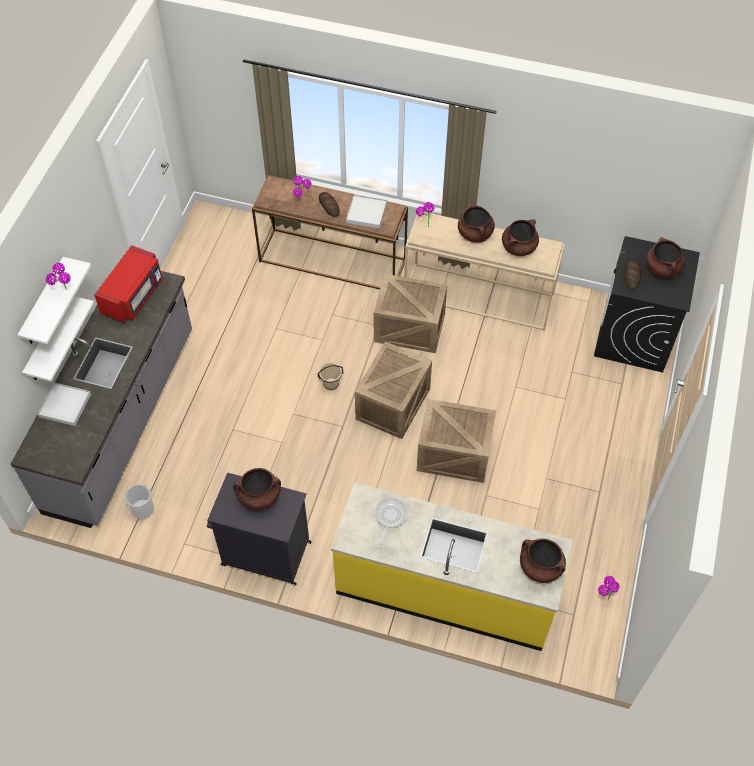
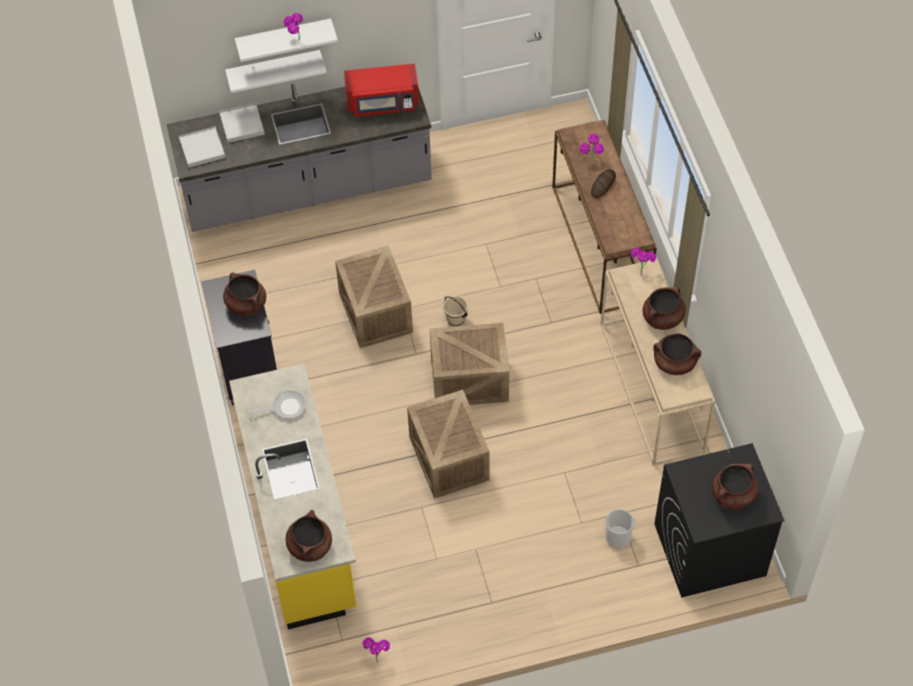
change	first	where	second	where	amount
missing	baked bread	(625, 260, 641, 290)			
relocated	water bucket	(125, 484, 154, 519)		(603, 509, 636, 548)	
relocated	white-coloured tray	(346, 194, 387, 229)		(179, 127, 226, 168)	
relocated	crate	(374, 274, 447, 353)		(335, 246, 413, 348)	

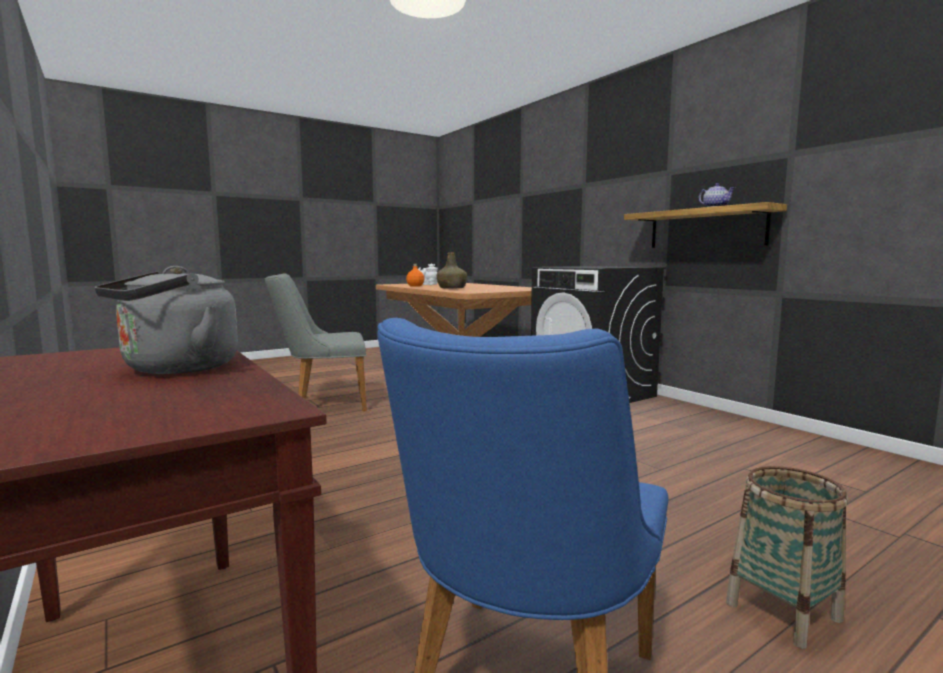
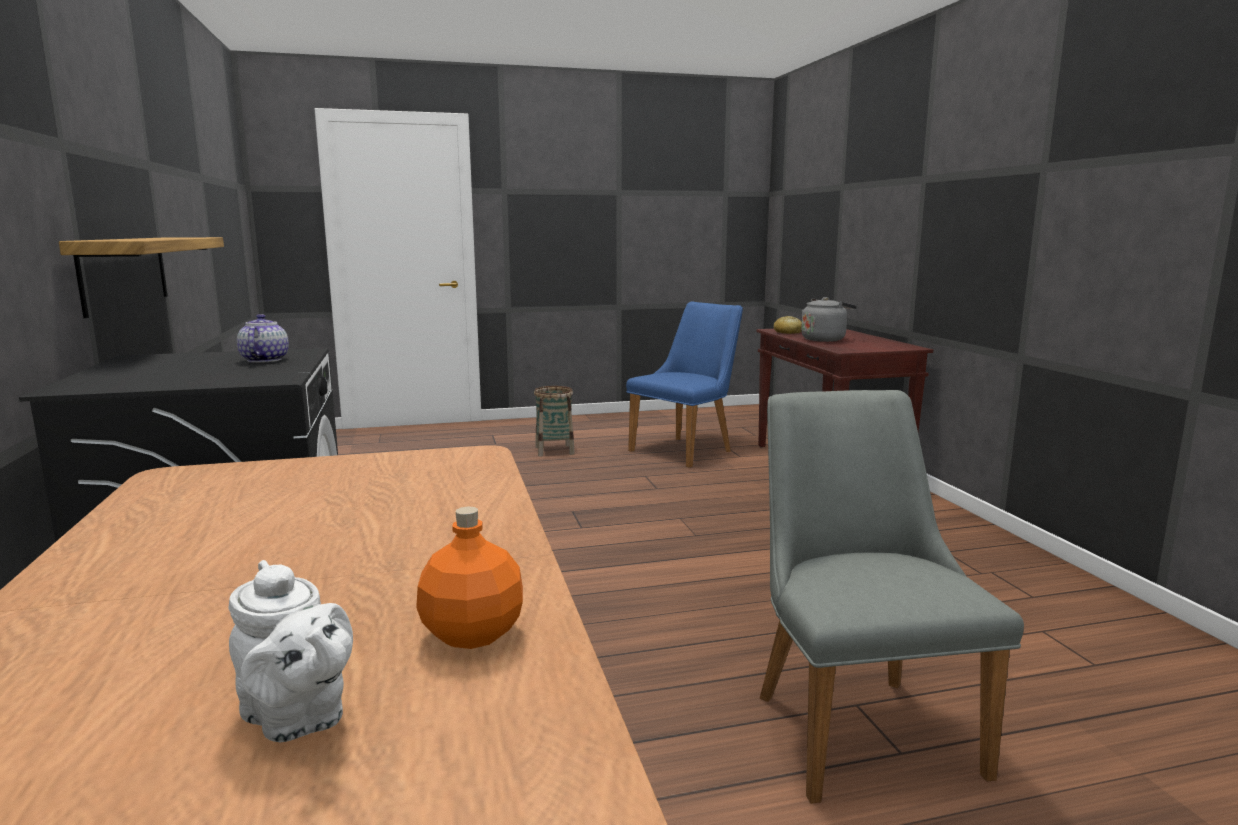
change	first	where	second	where	amount
missing	greenish drink bottle	(437, 252, 467, 289)			
appeared			baked bread	(773, 316, 802, 334)	
relocated	tea pot	(699, 183, 735, 207)		(237, 314, 289, 363)	
spun	greyish plain chair	(265, 274, 367, 411)		(759, 390, 1024, 804)	105 degrees counterclockwise

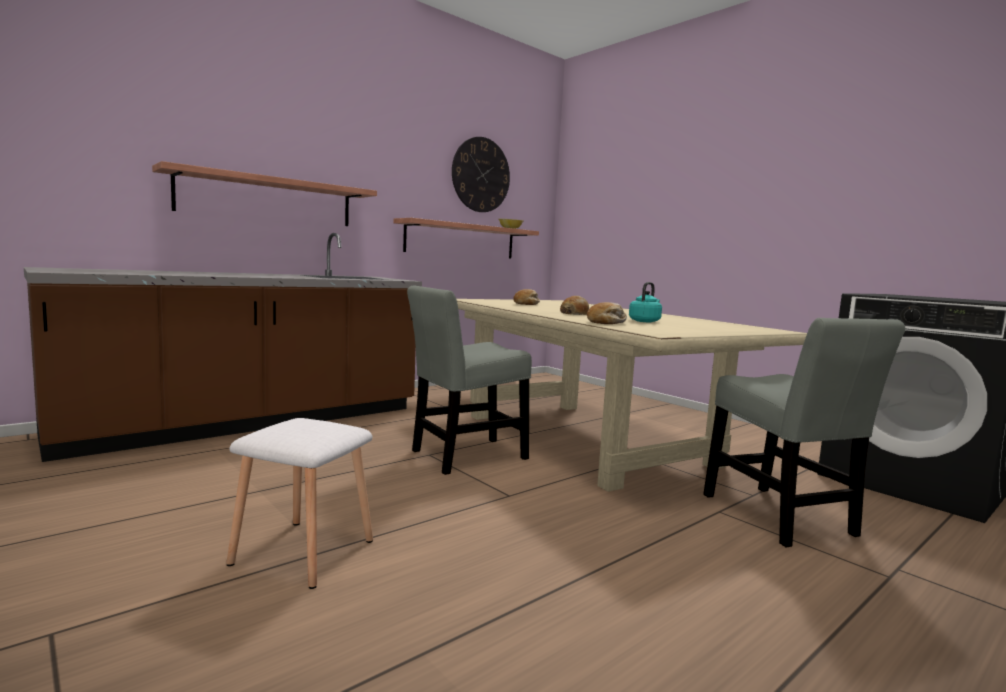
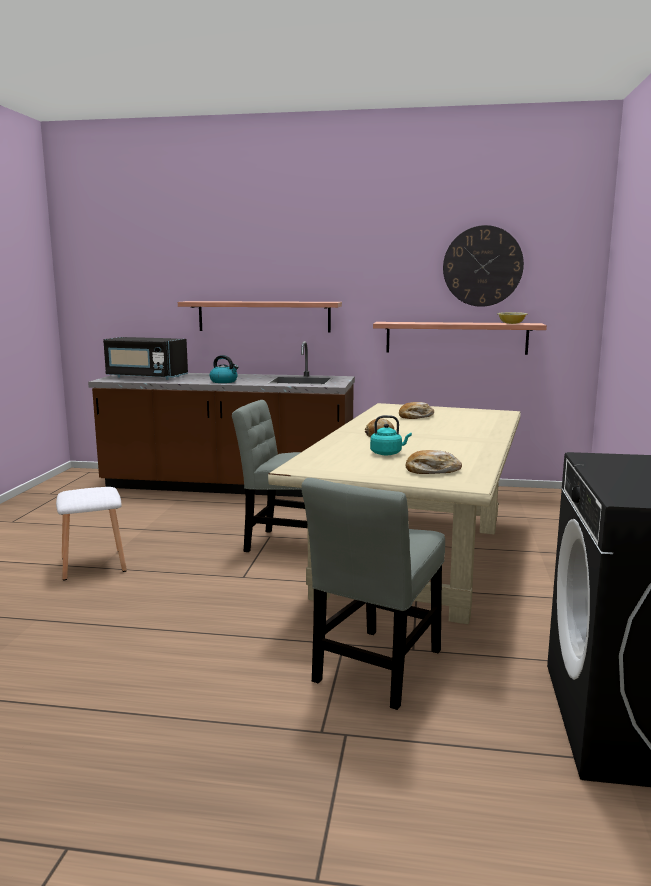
change	first	where	second	where	amount
appeared			black kitchen microwave	(103, 337, 188, 380)	
appeared			tea kettle	(210, 355, 239, 383)	
relocated	baked bread	(587, 302, 627, 324)		(406, 450, 462, 474)	

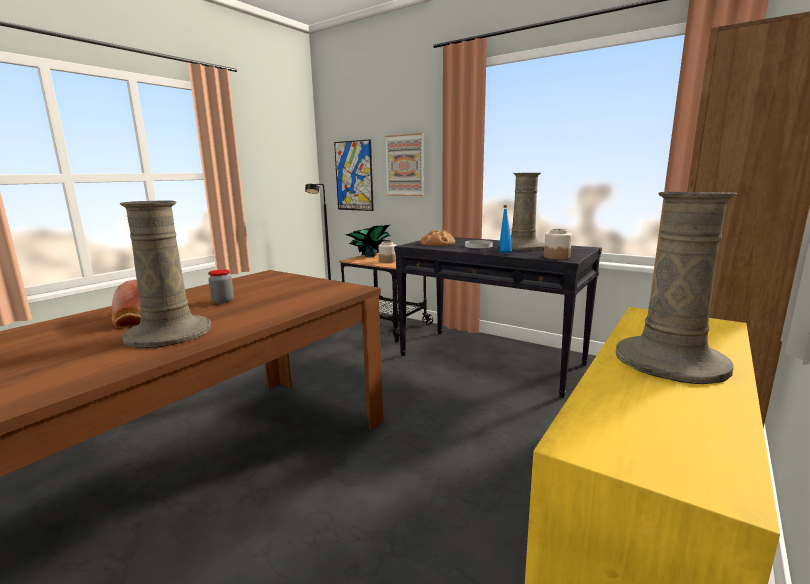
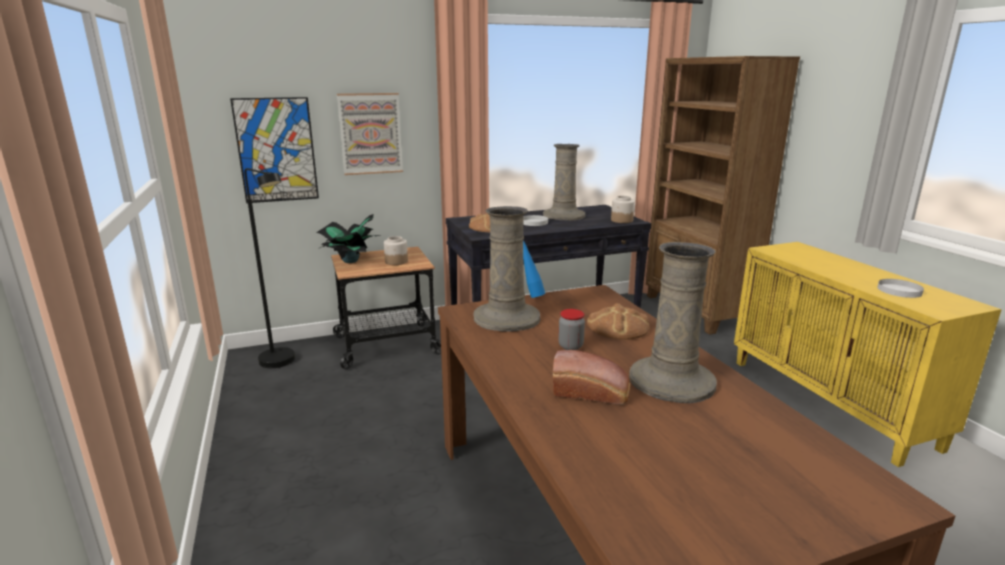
change	first	where	second	where	amount
appeared			baked bread	(587, 303, 650, 340)	
appeared			white-coloured dinner plate	(877, 279, 924, 298)	
relocated	bluish drink bottle	(500, 205, 512, 253)		(523, 241, 545, 298)	
relocated	sand-coloured decorative vase	(615, 192, 737, 384)		(474, 206, 540, 332)	

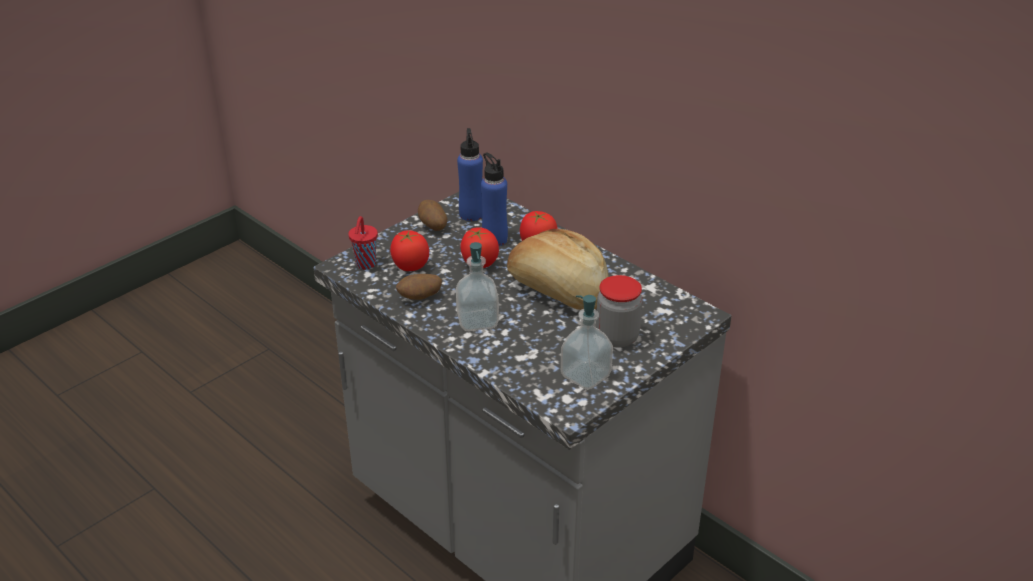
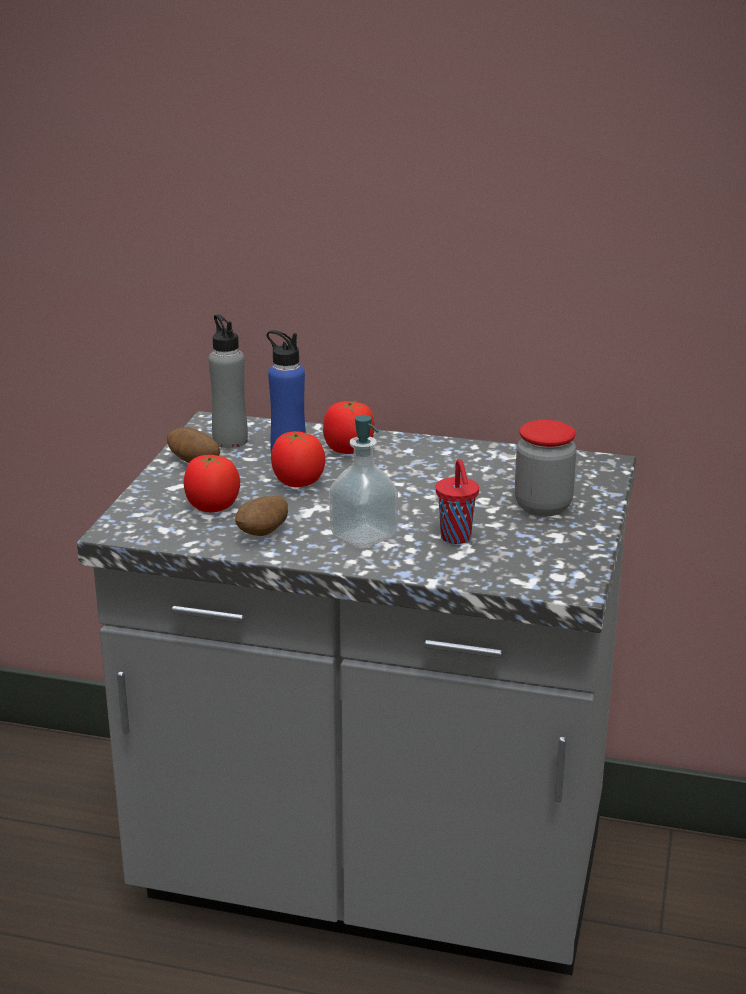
change	first	where	second	where	amount
missing	baked bread	(507, 229, 609, 310)			
missing	soap dispenser	(561, 295, 613, 390)			
relocated	reddish cup	(348, 216, 378, 270)		(436, 459, 479, 544)	
colour	bluish drink bottle	(457, 128, 483, 221)	greyish drink bottle	(209, 314, 248, 448)	

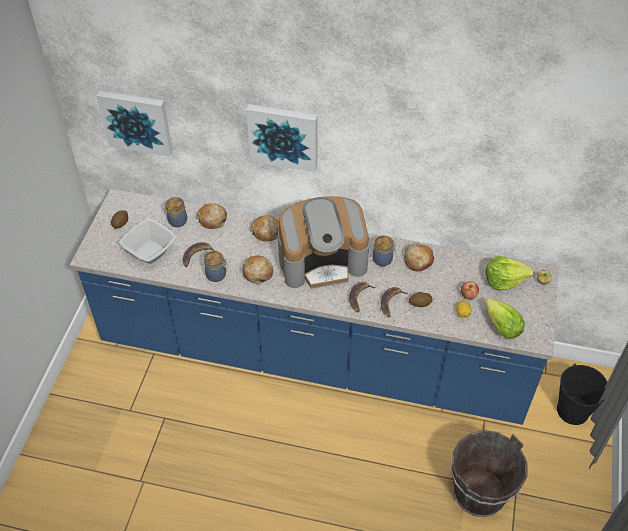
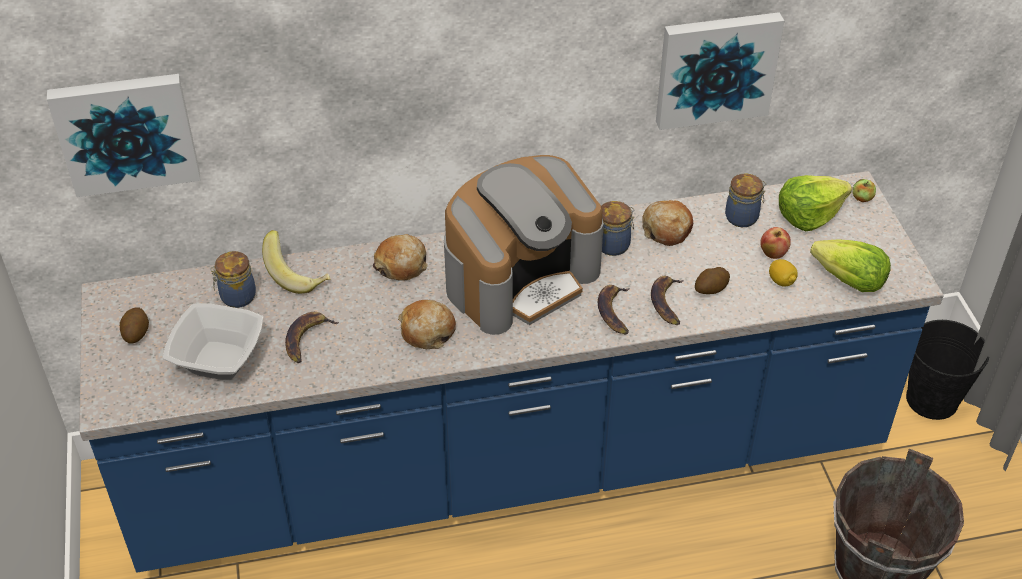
change	first	where	second	where	amount
relocated	storage jar	(204, 251, 228, 282)		(725, 173, 766, 227)	
relocated	picture	(246, 104, 318, 172)		(656, 12, 784, 130)	
exchanged	baked bread	(196, 203, 227, 229)	banana fruit	(262, 230, 331, 294)	

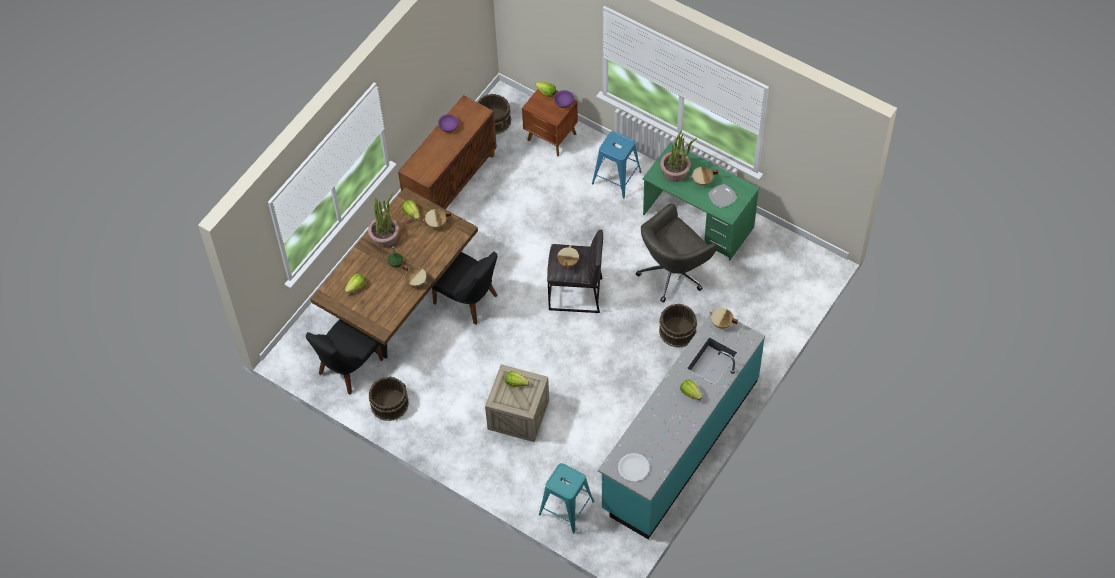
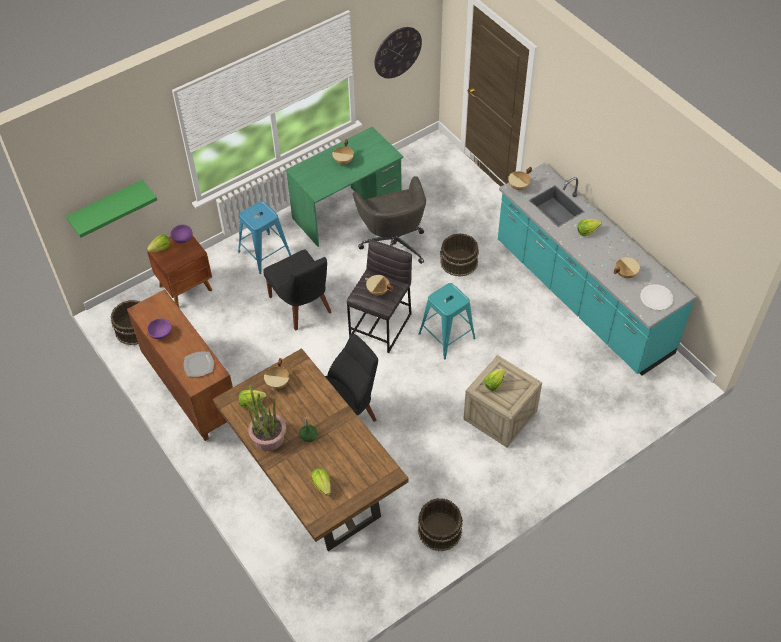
change	first	where	second	where	amount
missing	plant in a pot	(660, 131, 697, 182)			
appeared			greenish bracket shelf	(66, 180, 157, 238)	
appeared			hanging clock	(374, 27, 422, 78)	
relocated	black plain chair	(306, 319, 383, 395)		(263, 249, 332, 331)	
relocated	sand-coloured stockpot	(402, 265, 426, 287)		(614, 257, 640, 278)	
relocated	turquoise-coloured sitting stool	(539, 463, 594, 533)		(419, 283, 476, 359)	
relocated	dinner plate	(708, 184, 737, 208)		(184, 352, 214, 377)	

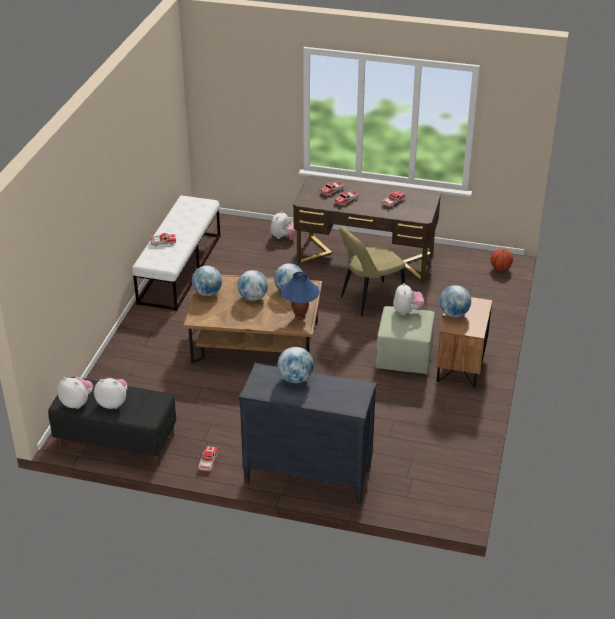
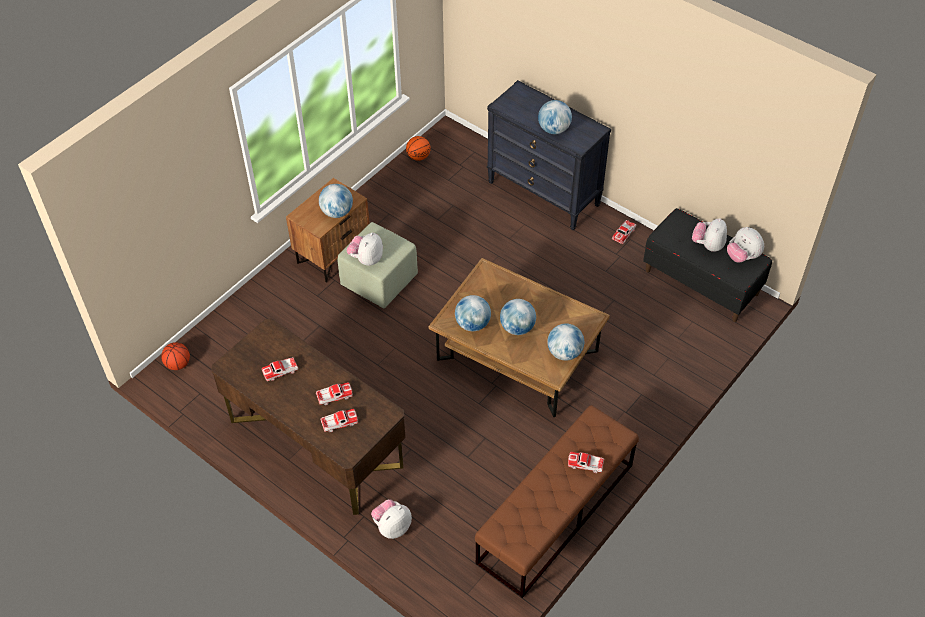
change	first	where	second	where	amount
missing	bluish table lamp	(281, 272, 320, 320)			
missing	sand-coloured plain chair	(339, 226, 405, 317)			
appeared			basketball ball	(406, 136, 431, 161)	
colour	white-coloured indoor bench	(132, 196, 220, 311)	brown-coloured indoor bench	(475, 405, 639, 598)	
spun	plush toy	(94, 378, 127, 409)		(692, 218, 727, 252)	75 degrees clockwise

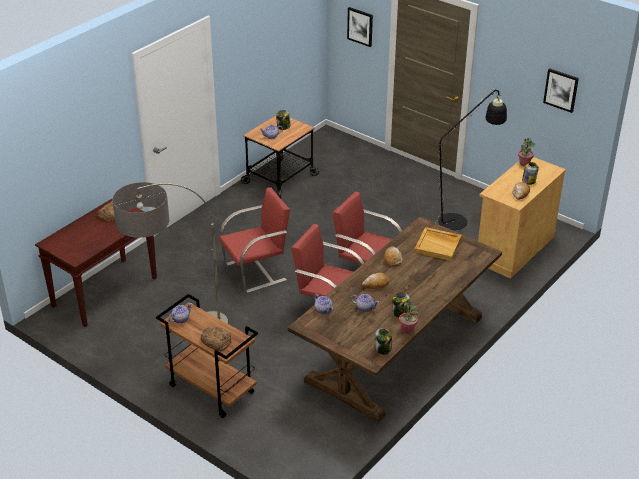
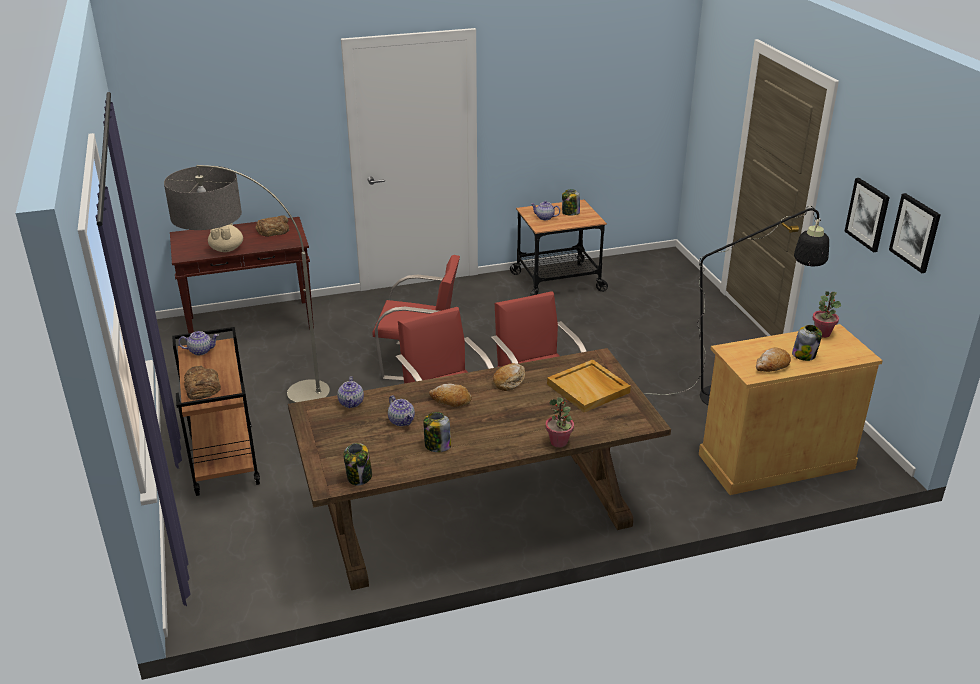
change	first	where	second	where	amount
appeared			sand-coloured tea pot	(208, 223, 243, 252)	
relocated	picture	(347, 7, 373, 47)		(844, 178, 890, 253)	
relocated	plant in a pot	(399, 301, 418, 334)		(545, 397, 574, 448)	

